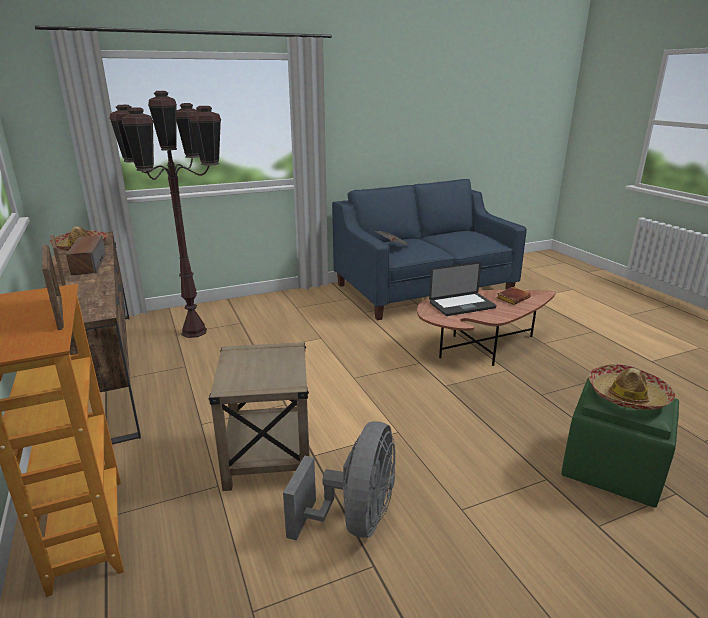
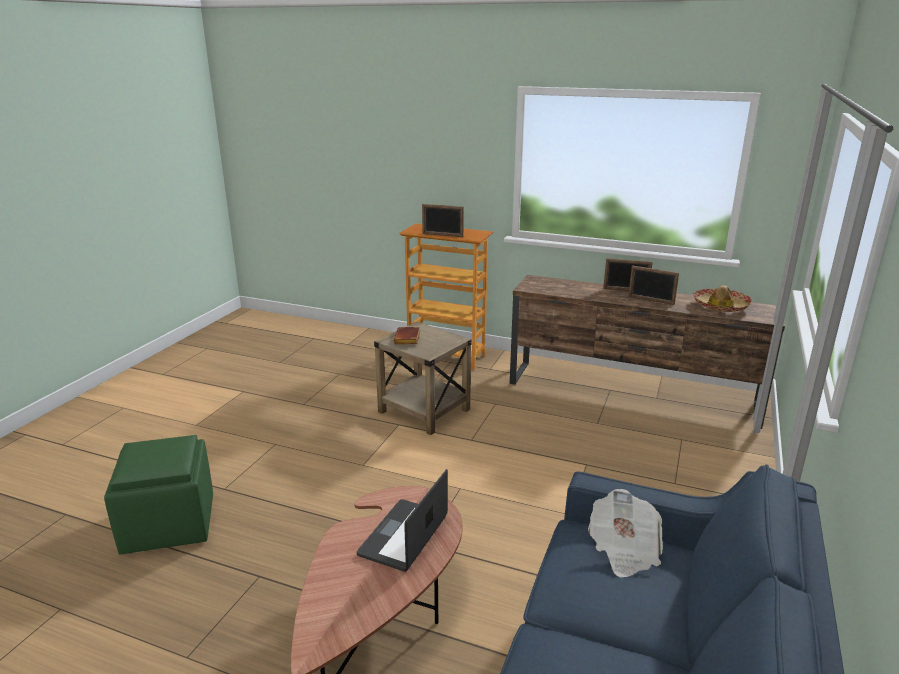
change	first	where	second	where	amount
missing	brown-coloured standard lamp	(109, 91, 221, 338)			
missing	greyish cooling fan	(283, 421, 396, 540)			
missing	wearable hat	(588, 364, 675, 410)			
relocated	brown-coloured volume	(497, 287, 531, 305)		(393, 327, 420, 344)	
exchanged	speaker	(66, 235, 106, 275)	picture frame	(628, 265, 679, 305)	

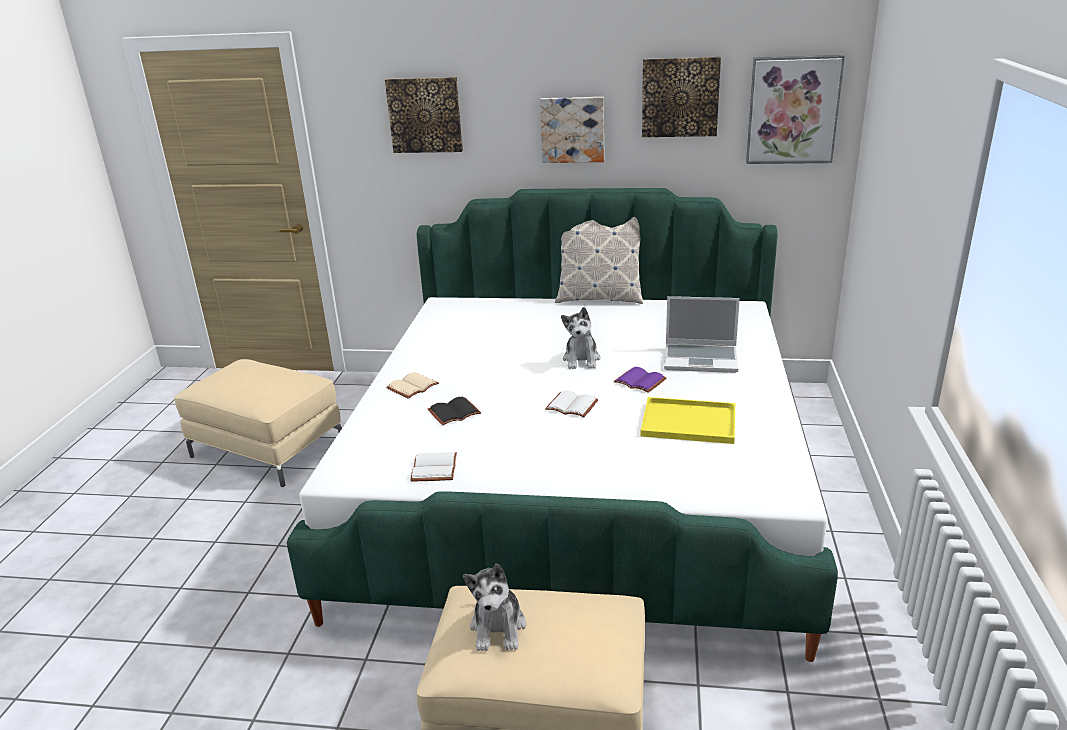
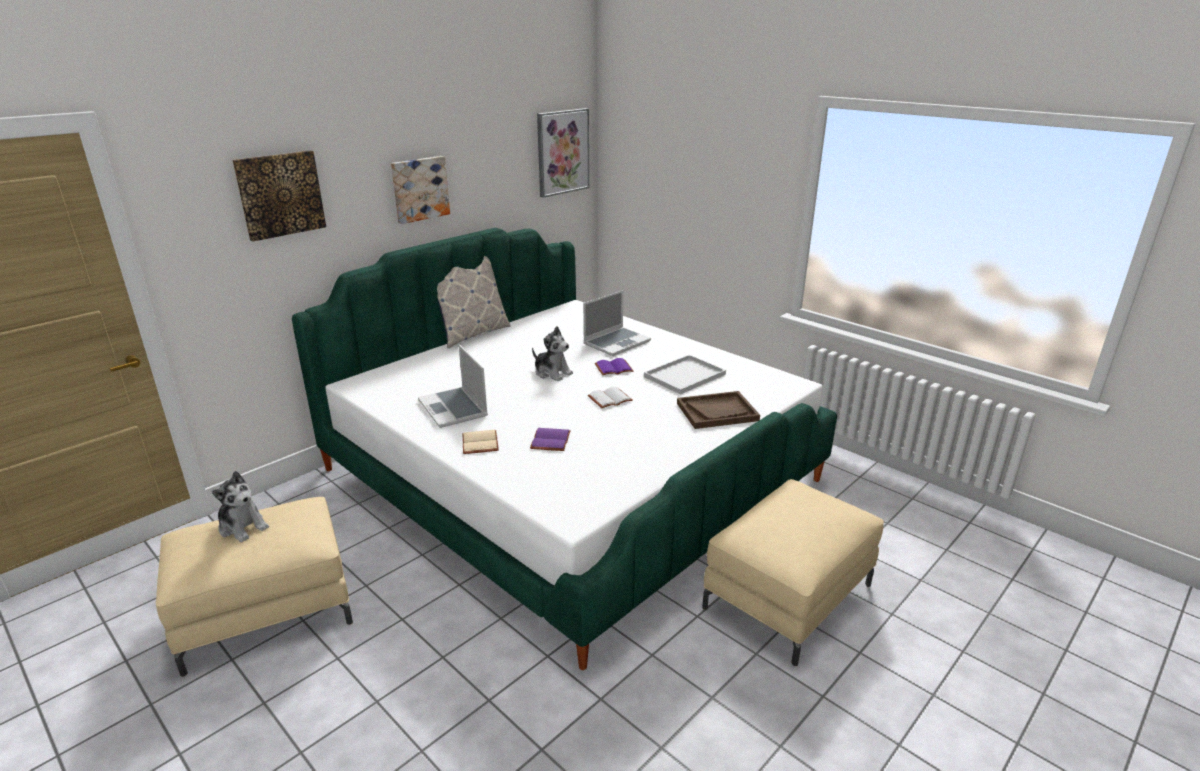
change	first	where	second	where	amount
missing	white-coloured volume	(410, 452, 457, 482)			
missing	picture	(642, 57, 721, 137)			
appeared			laptop	(418, 344, 488, 428)	
appeared			brown-coloured tray	(677, 391, 760, 429)	
relocated	plush toy	(463, 563, 526, 652)		(212, 471, 269, 542)	
colour	black volume	(428, 397, 481, 426)	purple volume	(530, 428, 571, 451)	
colour	yellow tray	(641, 397, 735, 444)	white-coloured tray	(644, 355, 726, 394)	

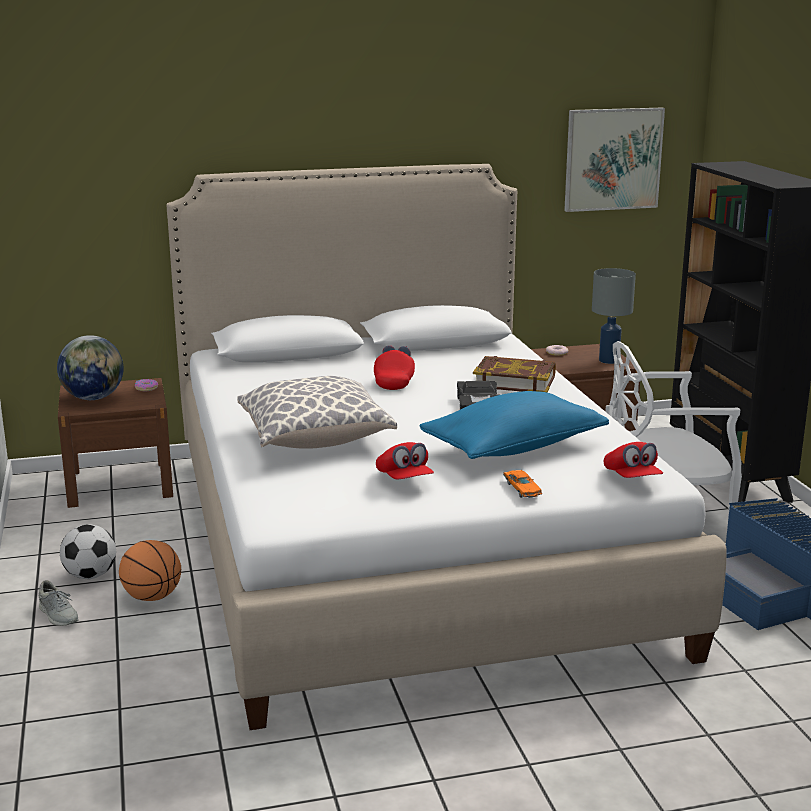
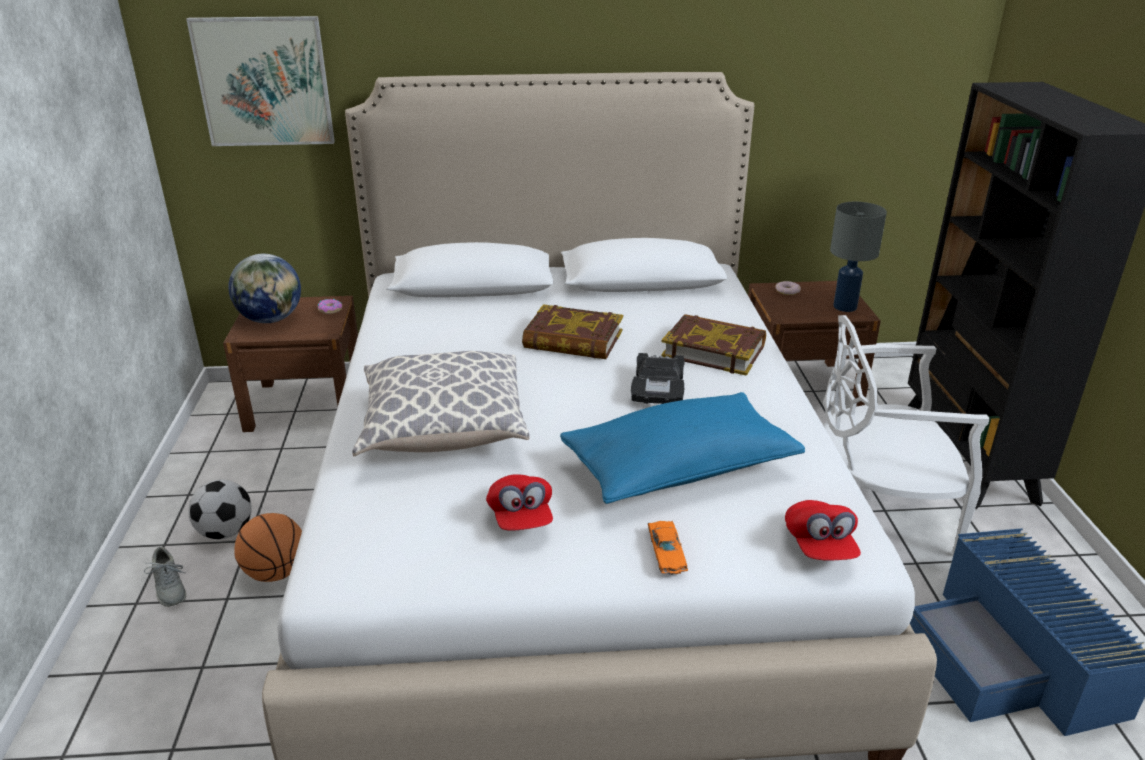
change	first	where	second	where	amount
relocated	picture	(564, 108, 665, 212)		(186, 16, 335, 146)	
exchanged	reddish baseball cap	(374, 345, 415, 390)	volume	(522, 304, 623, 359)	

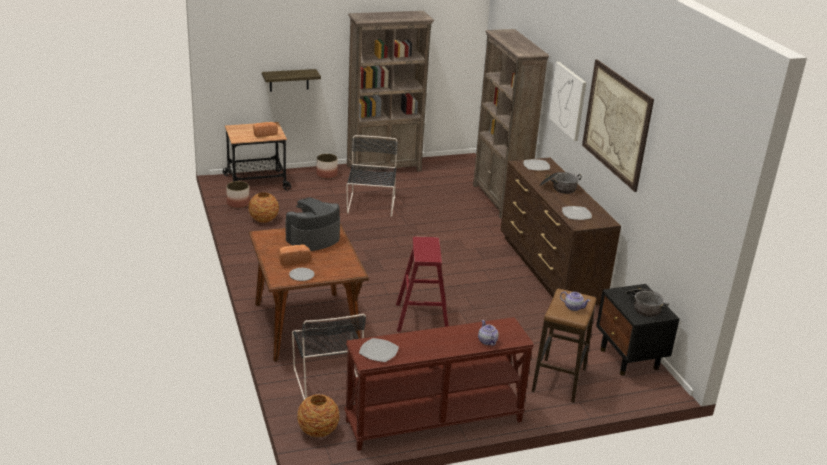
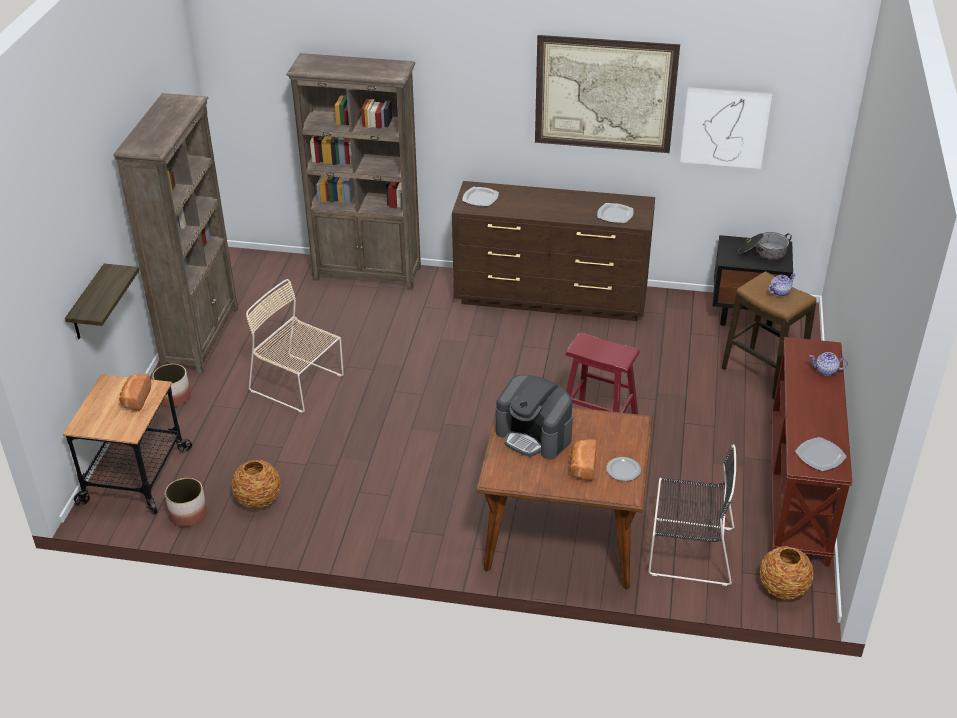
change	first	where	second	where	amount
missing	stockpot	(539, 172, 582, 194)			
relocated	picture	(548, 62, 587, 141)		(680, 87, 772, 169)	
colour	black plain chair	(346, 135, 398, 217)	sand-coloured plain chair	(246, 279, 344, 413)	
spun	coffee maker	(286, 198, 340, 251)		(496, 375, 573, 460)	45 degrees counterclockwise

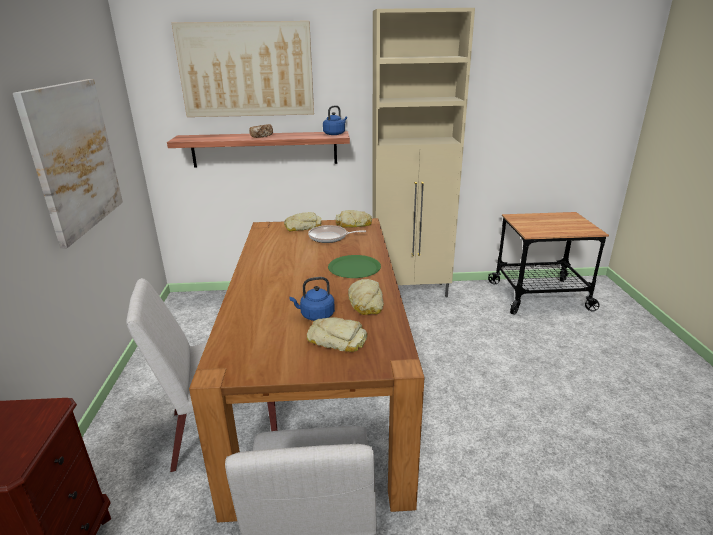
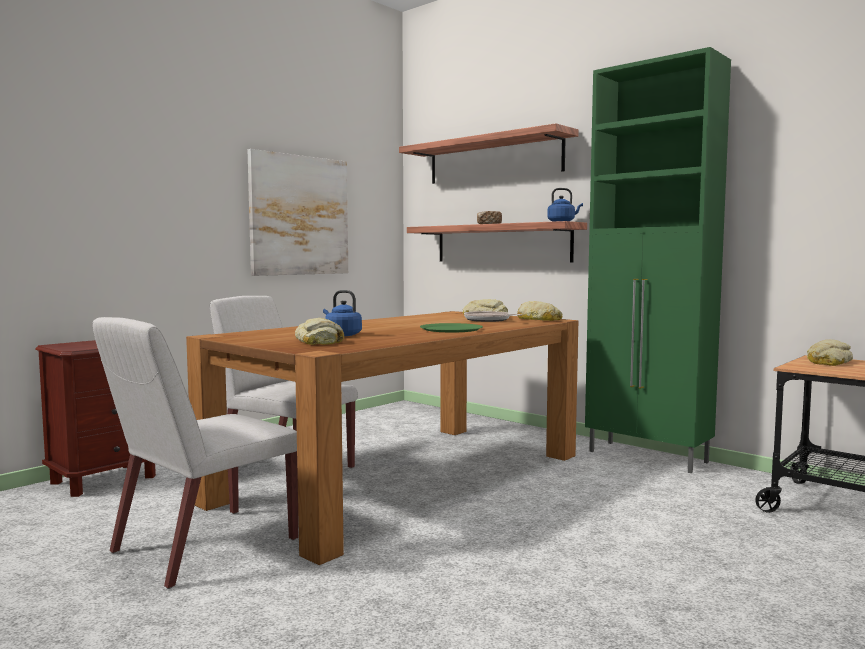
change	first	where	second	where	amount
relocated	baked bread	(348, 279, 384, 315)		(807, 339, 853, 366)	
exchanged	picture	(172, 21, 314, 117)	bracket shelf	(399, 123, 579, 184)	
colour	sand-coloured storage cabinet	(372, 8, 475, 297)	greenish storage cabinet	(585, 47, 731, 473)	

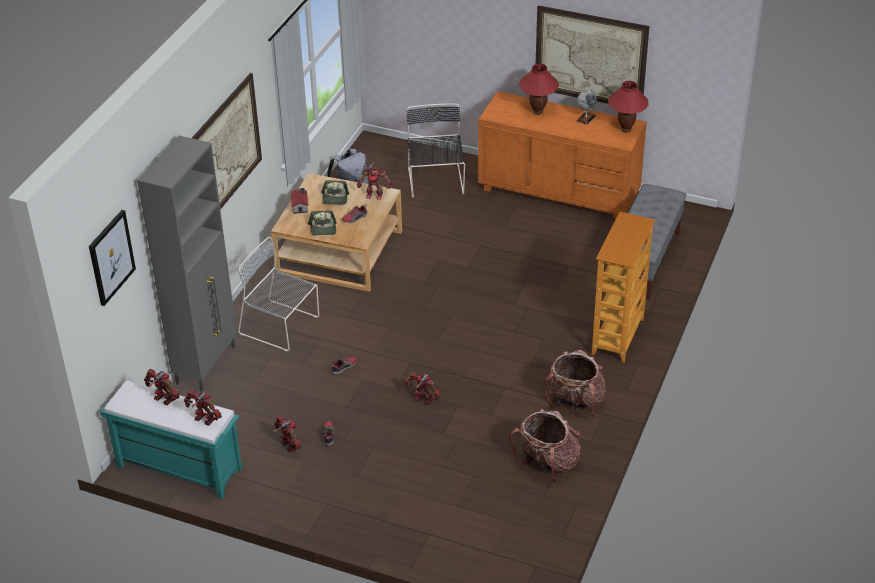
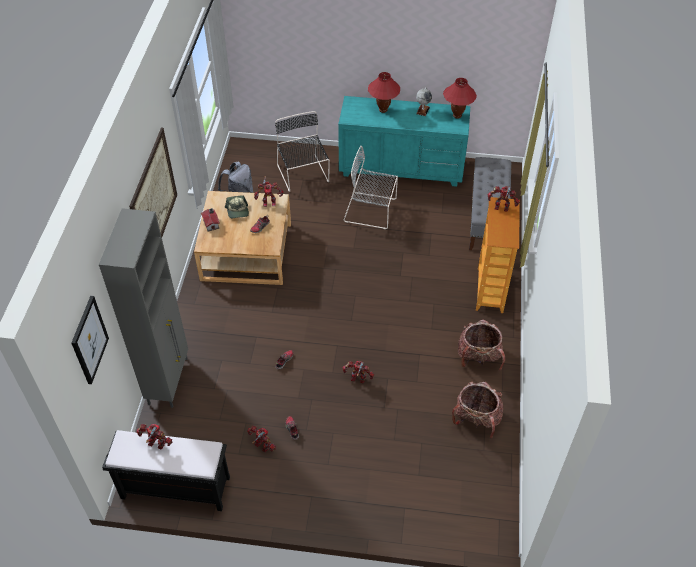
change	first	where	second	where	amount
missing	baseball cap	(308, 210, 337, 236)			
missing	picture	(536, 5, 650, 104)			
relocated	robot figure	(184, 389, 222, 425)		(487, 186, 519, 212)	
relocated	greyish plain chair	(238, 237, 319, 352)		(343, 146, 398, 229)	
colour	turquoise-coloured indoor bench	(100, 380, 242, 499)	black indoor bench	(102, 430, 230, 511)	
colour	orange drawer chest	(478, 91, 647, 220)	turquoise-coloured drawer chest	(338, 96, 470, 187)	

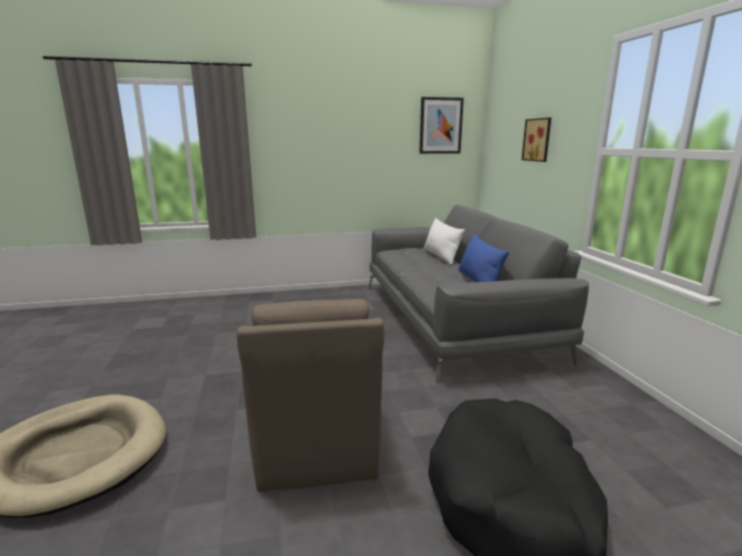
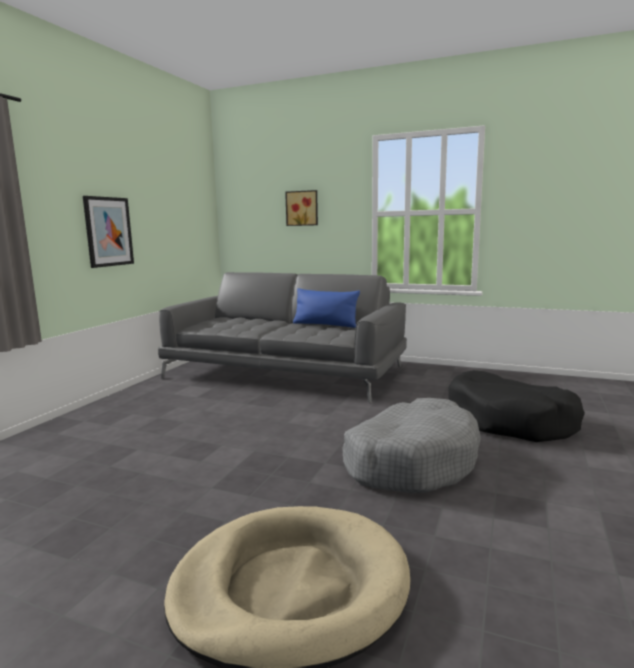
change	first	where	second	where	amount
missing	white-coloured cushion	(424, 218, 465, 265)			
relocated	picture	(419, 97, 464, 154)		(83, 196, 134, 268)	
exchanged	brown-coloured armchair	(236, 299, 384, 492)	greyish pet bed	(342, 398, 481, 493)	

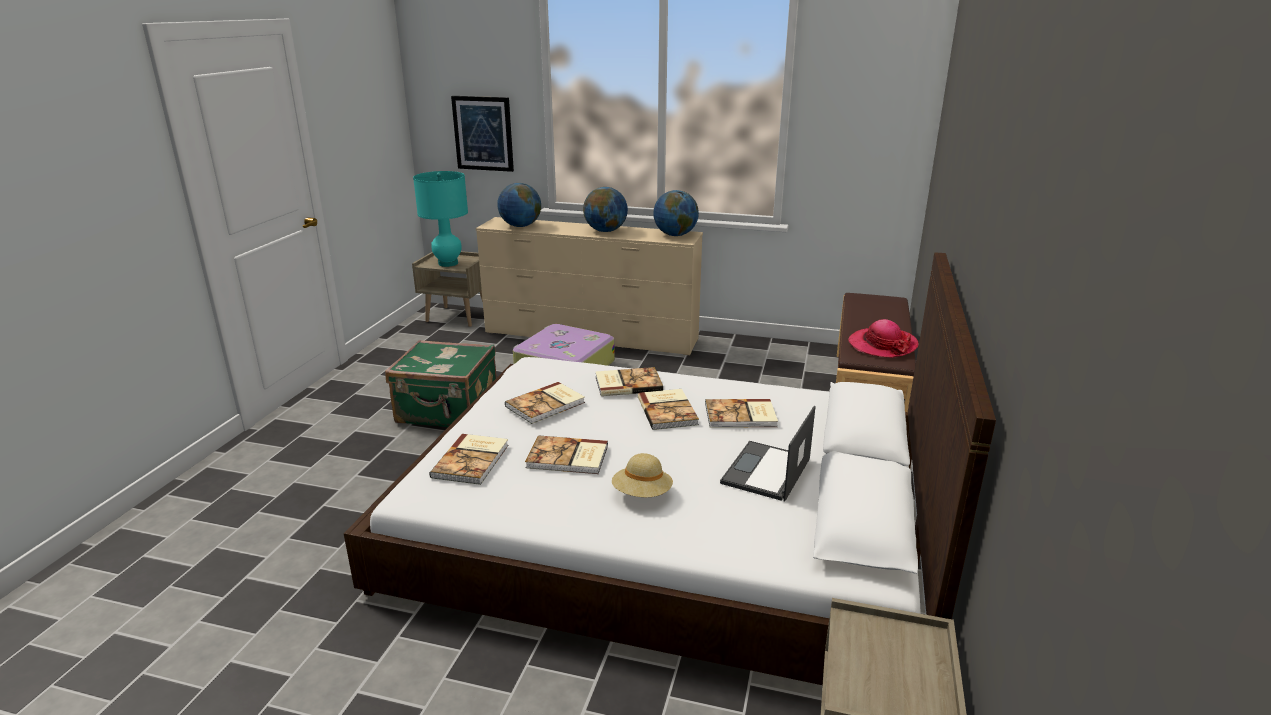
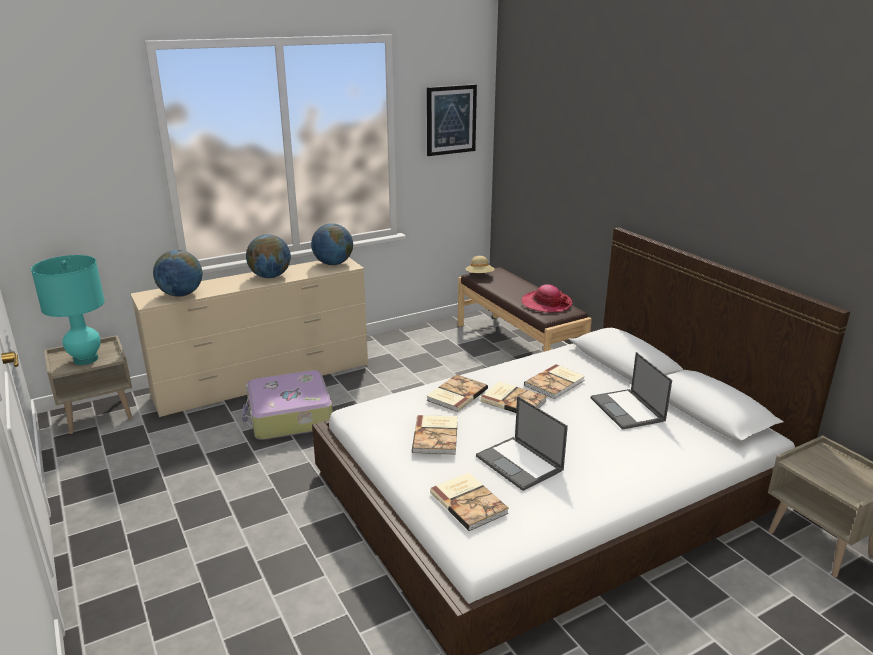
change	first	where	second	where	amount
missing	greenish suitcase	(385, 340, 497, 427)			
relocated	picture	(451, 96, 514, 172)		(427, 84, 477, 156)	
relocated	sand-coloured wearable hat	(612, 453, 673, 497)		(465, 256, 495, 273)	
exchanged	volume	(525, 435, 608, 474)	laptop	(476, 396, 568, 491)	

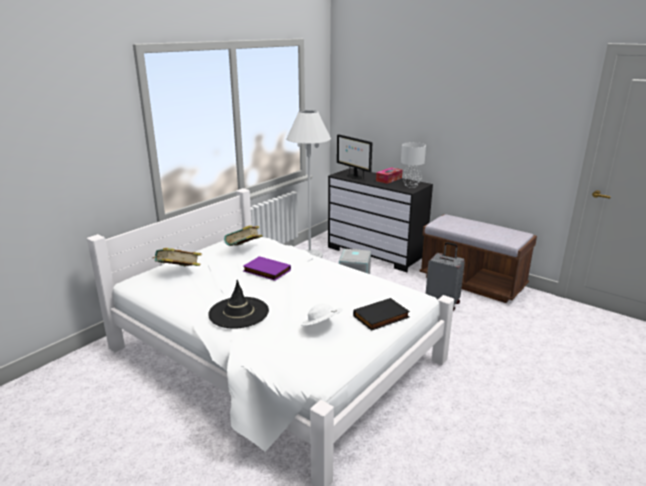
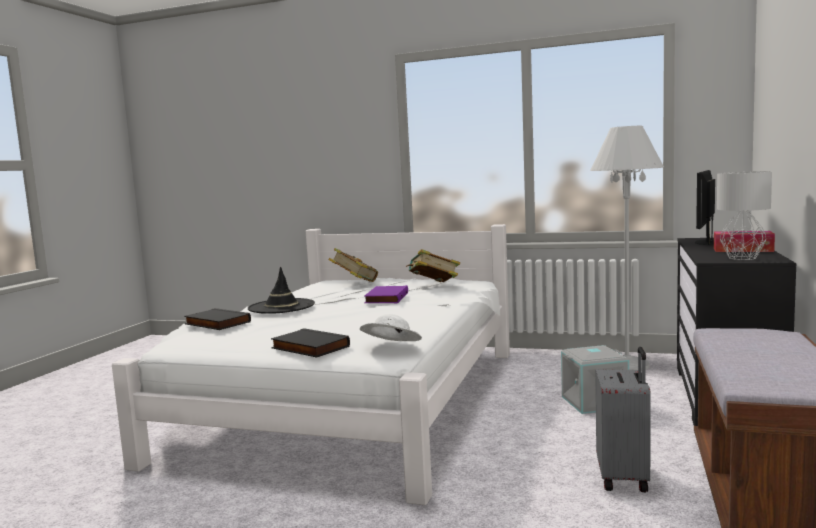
change	first	where	second	where	amount
appeared			black volume	(184, 308, 251, 330)	
relocated	white-coloured wearable hat	(301, 303, 343, 326)		(360, 314, 422, 341)	

